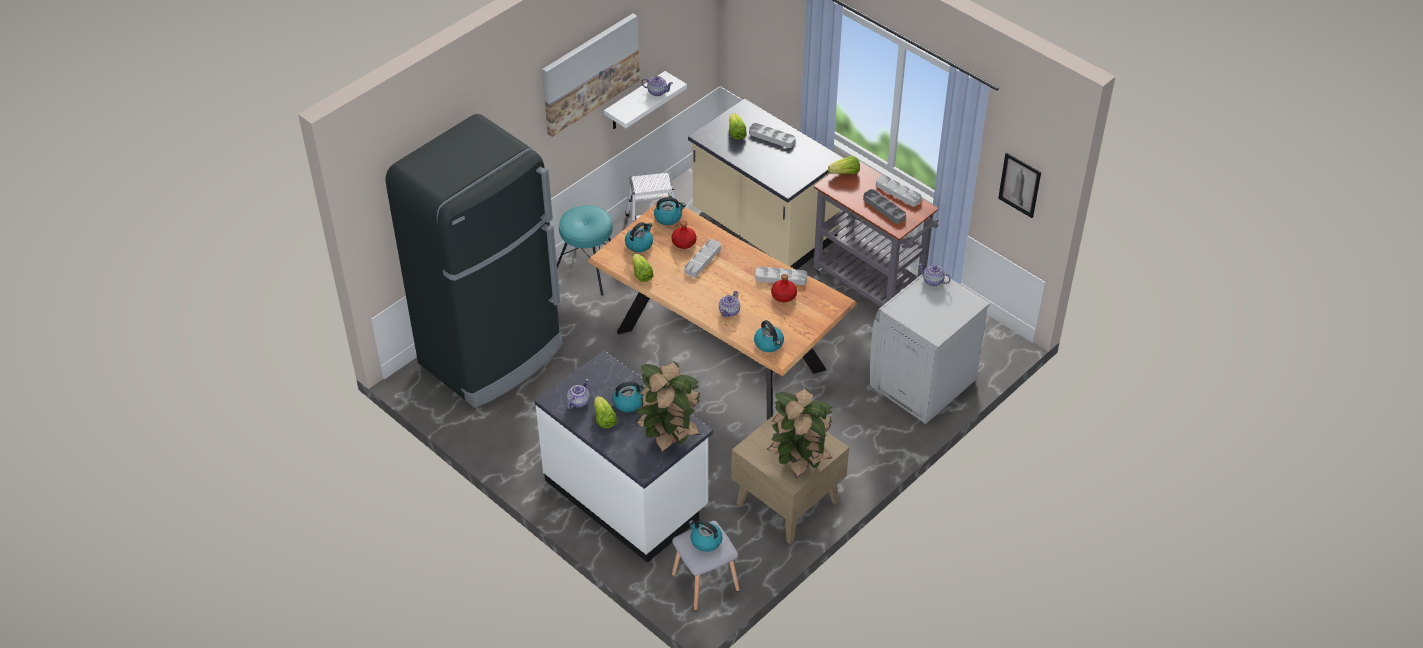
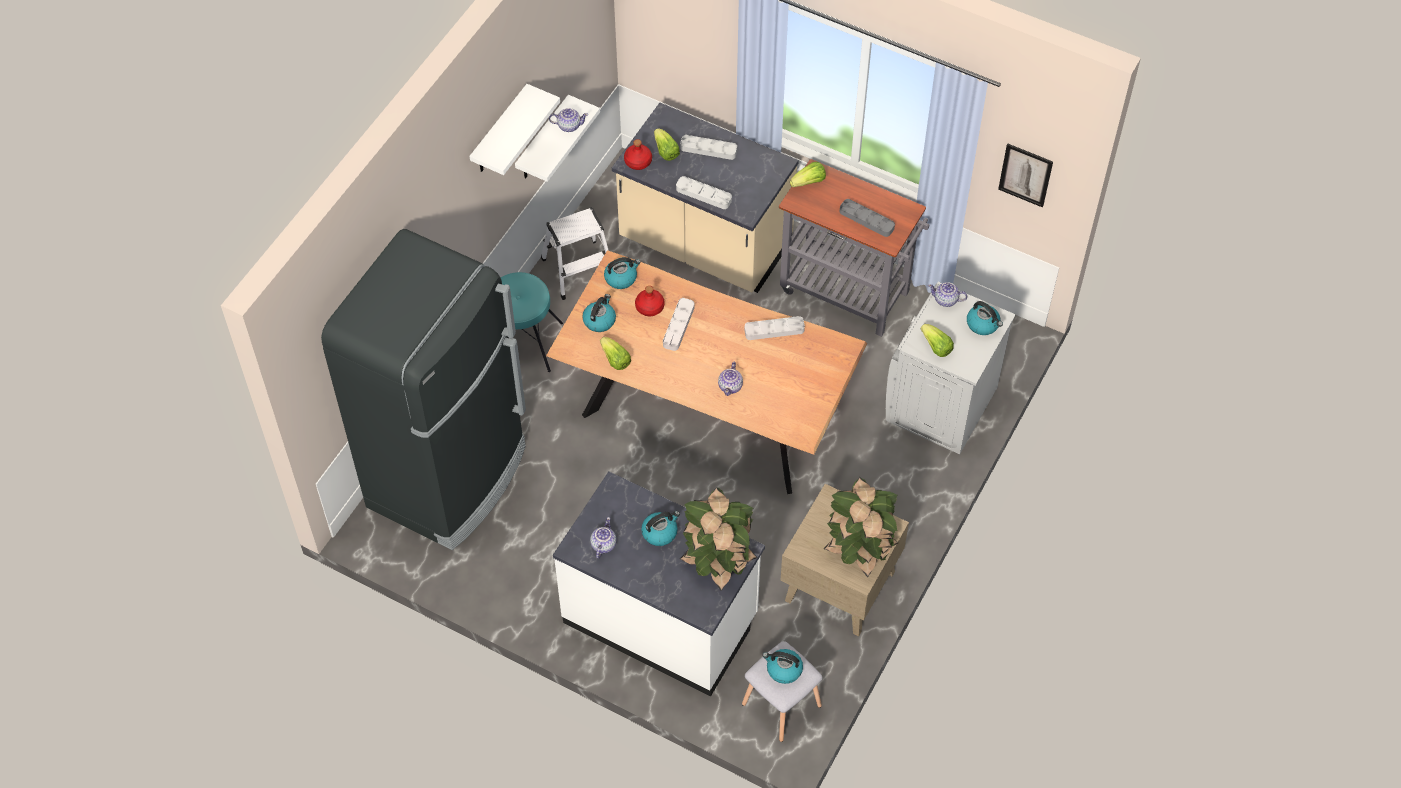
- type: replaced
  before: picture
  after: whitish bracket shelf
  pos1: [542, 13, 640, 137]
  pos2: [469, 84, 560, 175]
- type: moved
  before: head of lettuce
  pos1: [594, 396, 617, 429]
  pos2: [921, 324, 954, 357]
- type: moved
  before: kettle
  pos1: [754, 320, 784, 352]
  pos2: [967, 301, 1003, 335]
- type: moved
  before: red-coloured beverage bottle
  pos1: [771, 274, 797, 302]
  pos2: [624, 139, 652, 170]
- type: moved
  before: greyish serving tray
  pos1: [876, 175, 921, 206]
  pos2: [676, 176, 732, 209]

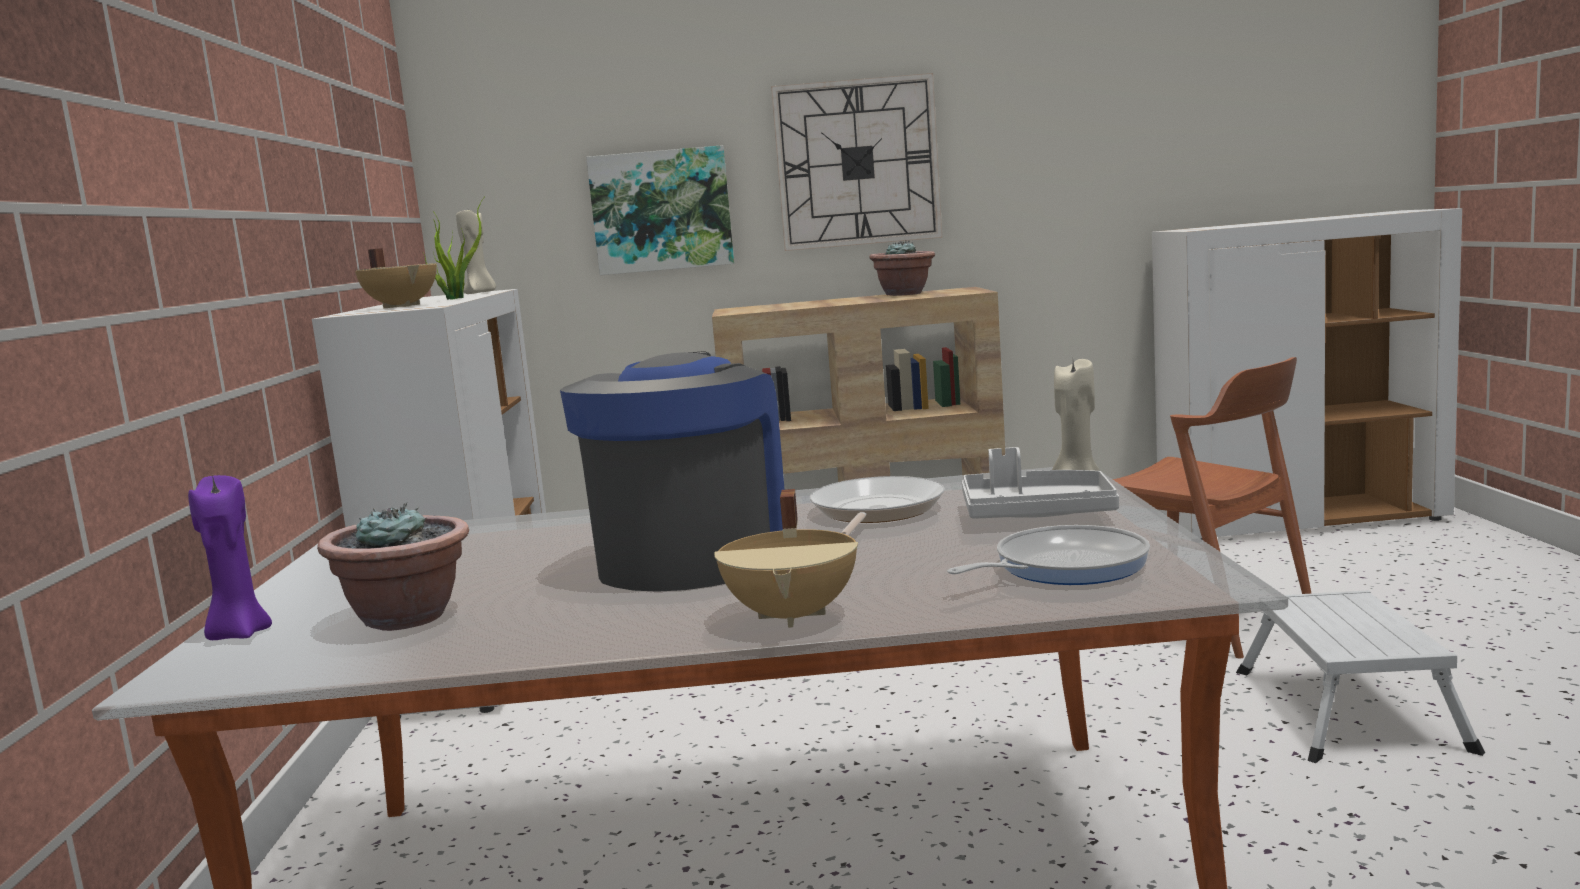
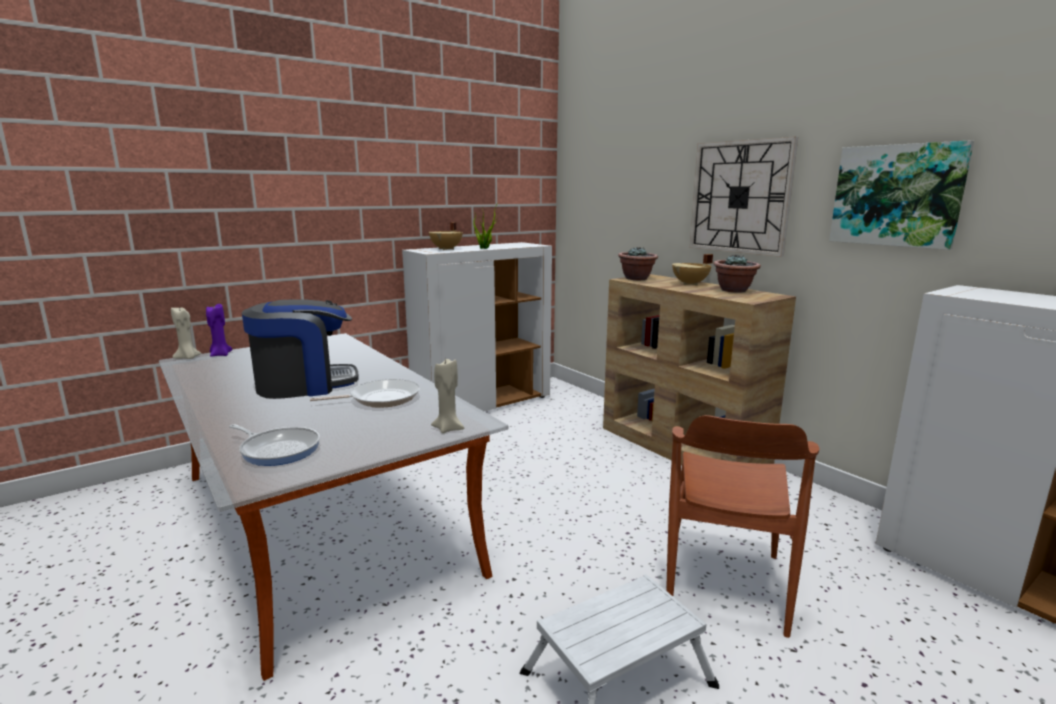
- type: moved
  before: potted plant
  pos1: [317, 502, 469, 631]
  pos2: [618, 247, 658, 280]
- type: moved
  before: beige candle
  pos1: [456, 210, 496, 294]
  pos2: [171, 306, 201, 359]
- type: moved
  before: picture
  pos1: [586, 145, 734, 275]
  pos2: [829, 140, 974, 250]
- type: moved
  before: beige stockpot
  pos1: [714, 489, 858, 628]
  pos2: [672, 254, 713, 285]
- type: removed
  before: greyish serving tray
  pos1: [962, 447, 1119, 519]

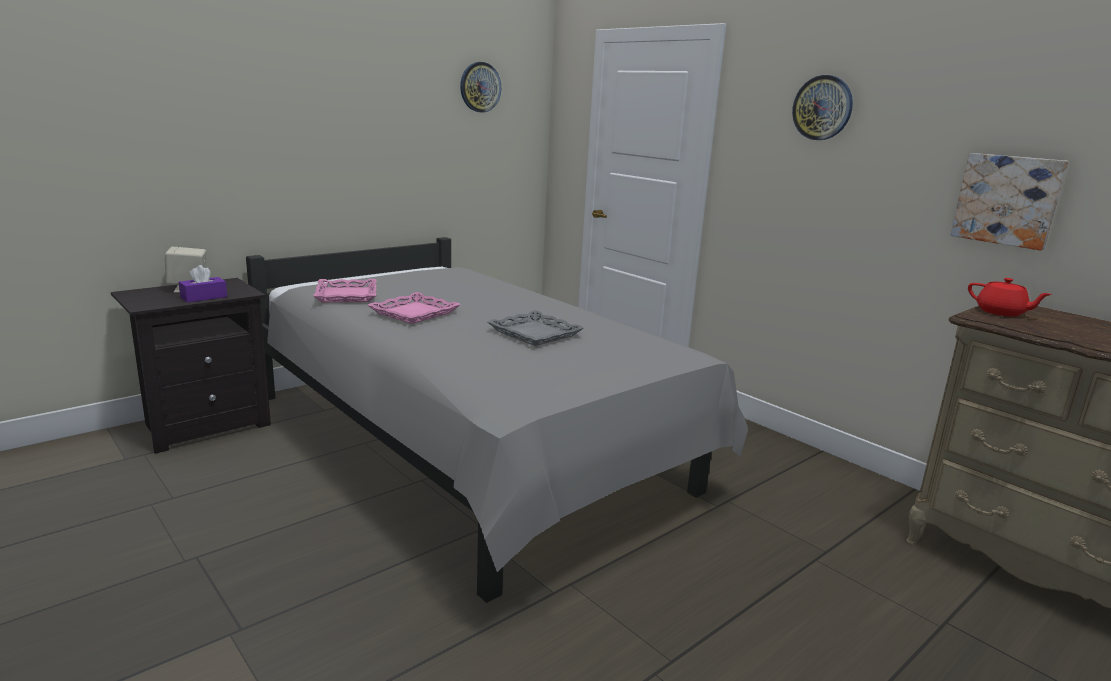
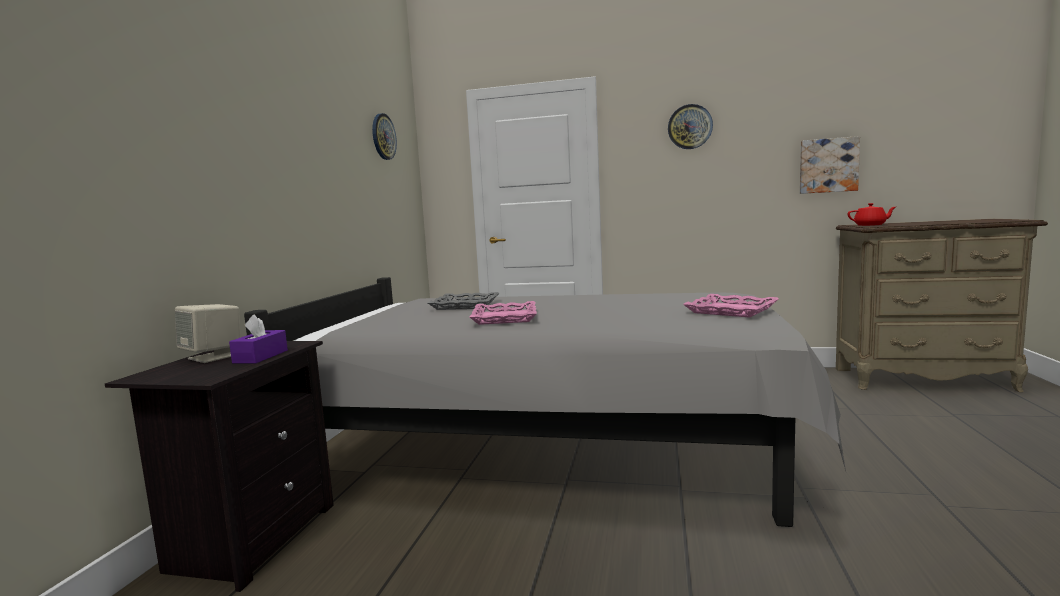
- type: moved
  before: pinkish serving tray
  pos1: [313, 279, 377, 303]
  pos2: [683, 294, 779, 318]
- type: moved
  before: greyish serving tray
  pos1: [487, 310, 584, 346]
  pos2: [428, 292, 499, 310]

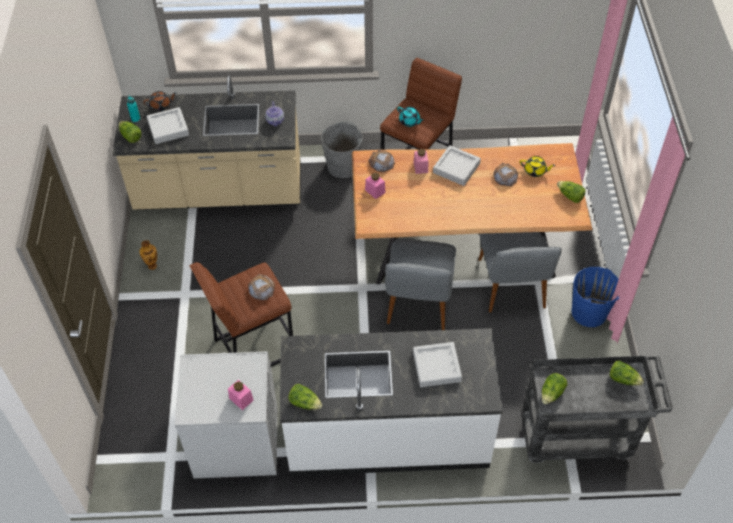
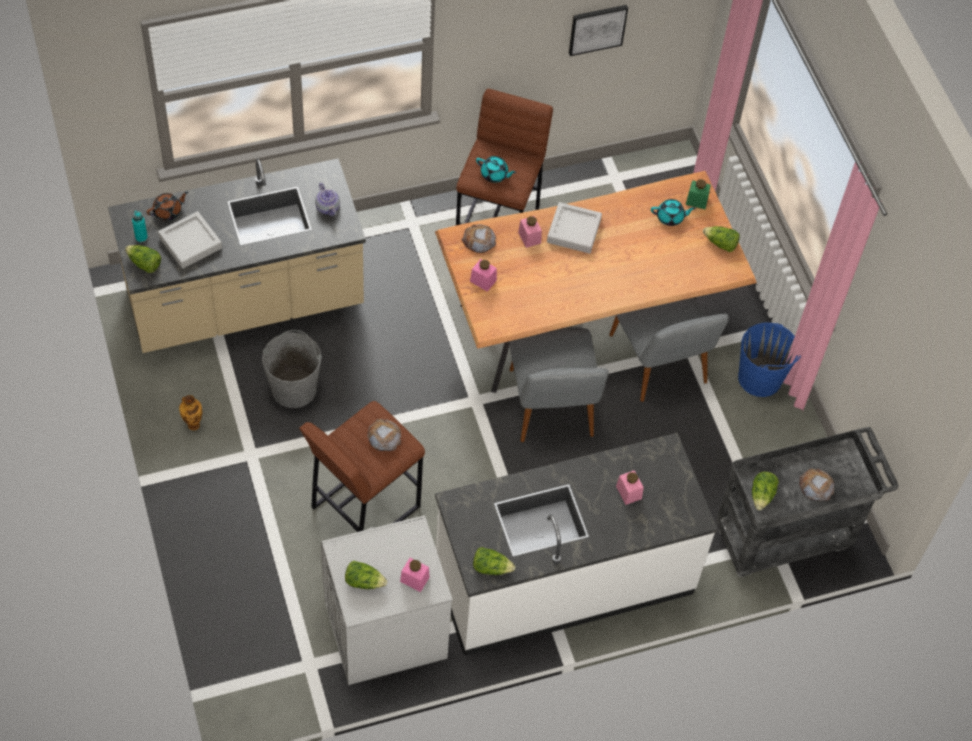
- type: moved
  before: greyish pail
  pos1: [321, 121, 363, 178]
  pos2: [262, 330, 322, 408]
- type: replaced
  before: greyish serving tray
  after: pinkish jar
  pos1: [413, 342, 462, 387]
  pos2: [616, 470, 644, 505]
- type: moved
  before: baked bread
  pos1: [493, 163, 518, 186]
  pos2: [799, 468, 834, 501]
- type: recoloured
  before: yellowish pot for tea
  after: blue-green pot for tea
  pos1: [520, 156, 556, 177]
  pos2: [651, 199, 696, 226]
- type: moved
  before: head of lettuce
  pos1: [609, 360, 644, 385]
  pos2: [345, 561, 387, 589]
- type: added
  after: picture
  pos2: [569, 5, 628, 56]
- type: added
  after: greenish jar
  pos2: [686, 179, 711, 209]

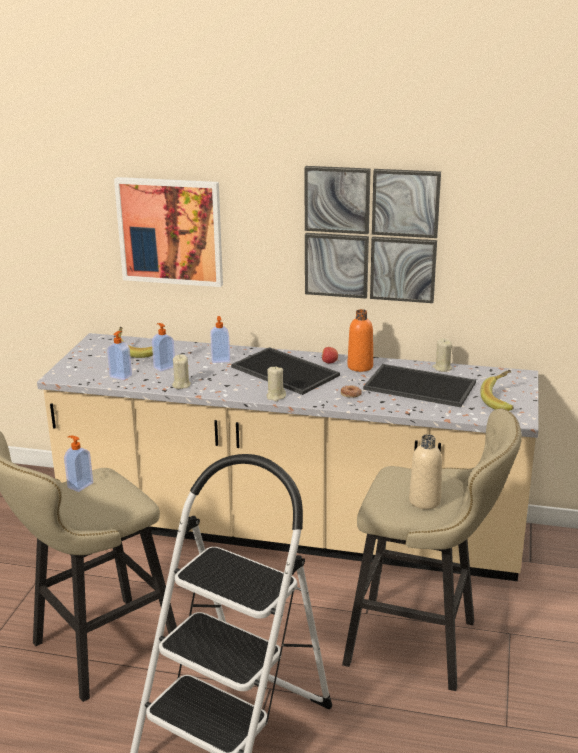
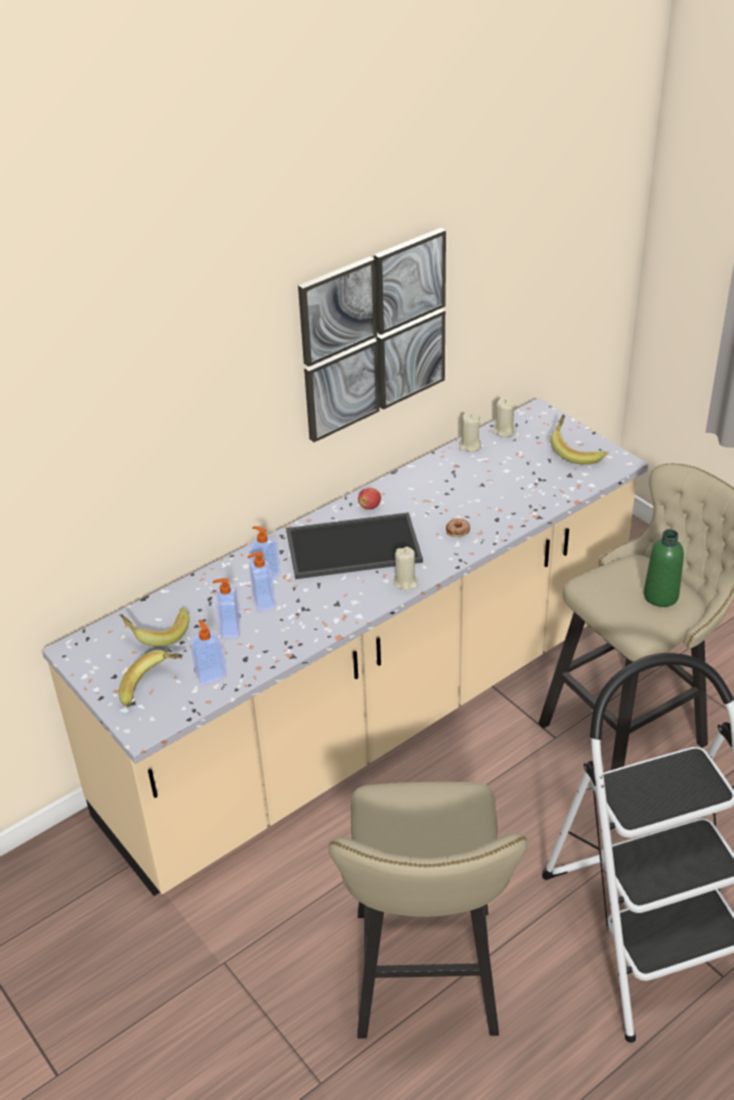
- type: moved
  before: liquid soap bottle
  pos1: [64, 436, 93, 492]
  pos2: [248, 552, 275, 612]
- type: removed
  before: picture
  pos1: [114, 177, 223, 287]
- type: moved
  before: beige candle
  pos1: [172, 354, 191, 389]
  pos2: [492, 398, 516, 437]
- type: removed
  before: orange beverage bottle
  pos1: [347, 309, 373, 372]
- type: removed
  before: serving tray
  pos1: [363, 364, 476, 407]
- type: recoloured
  before: beige beverage bottle
  after: greenish beverage bottle
  pos1: [409, 434, 442, 509]
  pos2: [644, 529, 684, 607]
- type: added
  after: banana fruit
  pos2: [119, 650, 183, 707]

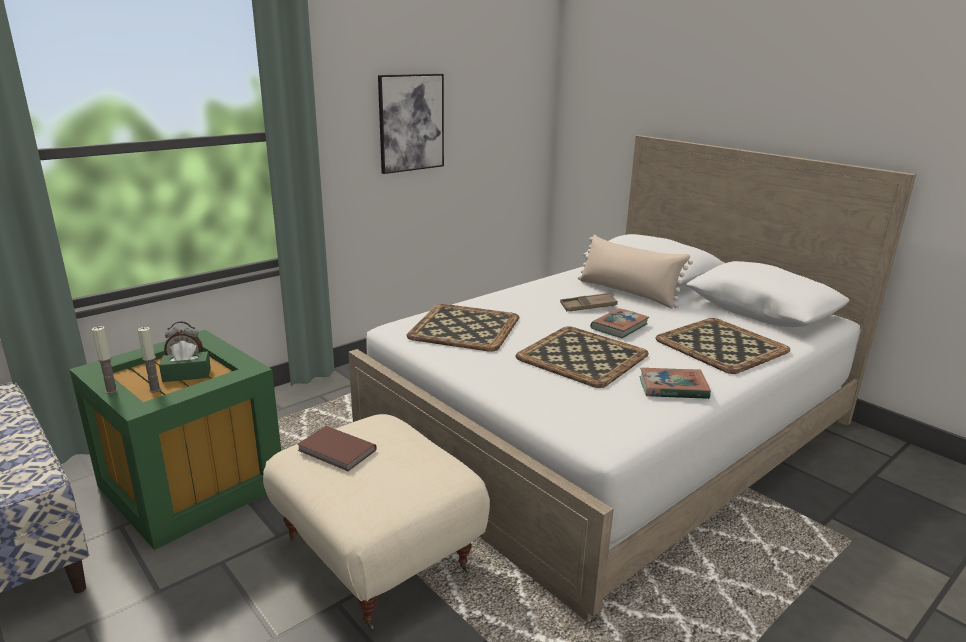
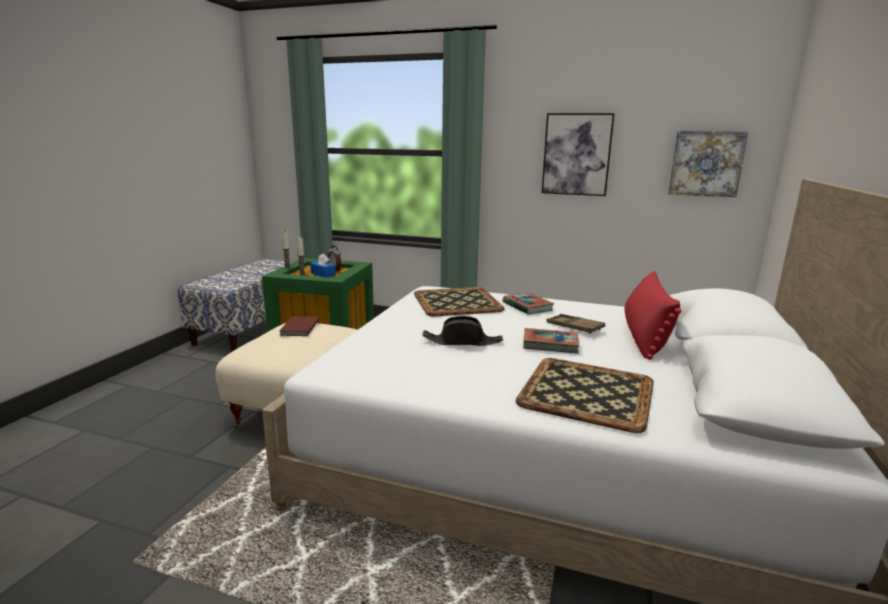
- type: recoloured
  before: greenish tissue holder
  after: bluish tissue holder
  pos1: [159, 341, 211, 382]
  pos2: [310, 254, 336, 277]
- type: replaced
  before: serving tray
  after: black-coloured clothing hat
  pos1: [516, 326, 649, 388]
  pos2: [422, 316, 503, 346]
- type: recoloured
  before: beige throw pillow
  after: red-coloured throw pillow
  pos1: [578, 235, 693, 308]
  pos2: [625, 271, 682, 360]
- type: moved
  before: book
  pos1: [639, 368, 711, 399]
  pos2: [503, 292, 554, 315]
- type: added
  after: picture
  pos2: [668, 131, 748, 197]

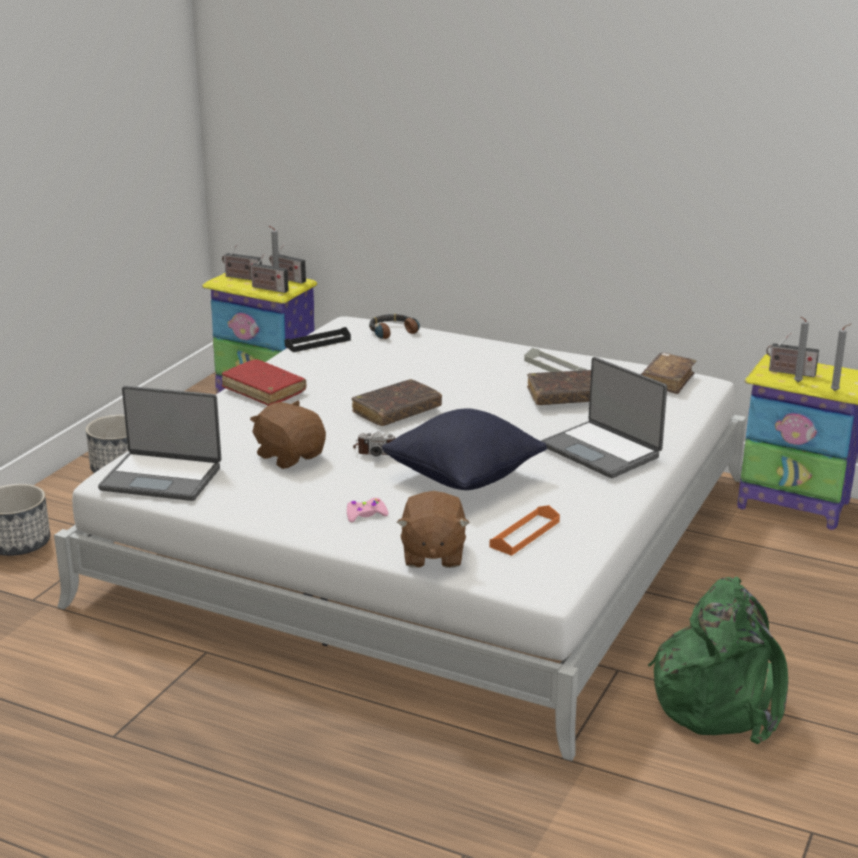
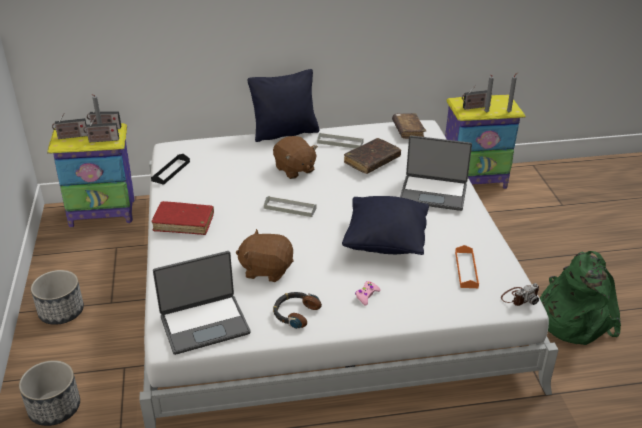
- type: replaced
  before: brown-coloured book
  after: greyish serving tray
  pos1: [351, 379, 442, 426]
  pos2: [264, 196, 317, 217]
- type: moved
  before: still camera
  pos1: [353, 432, 395, 457]
  pos2: [501, 283, 539, 306]
- type: moved
  before: headset
  pos1: [369, 314, 420, 339]
  pos2: [273, 292, 322, 329]
- type: moved
  before: brown-coloured soft toy
  pos1: [397, 491, 469, 568]
  pos2: [273, 136, 318, 179]
- type: added
  after: black-coloured throw pillow
  pos2: [248, 69, 319, 142]

